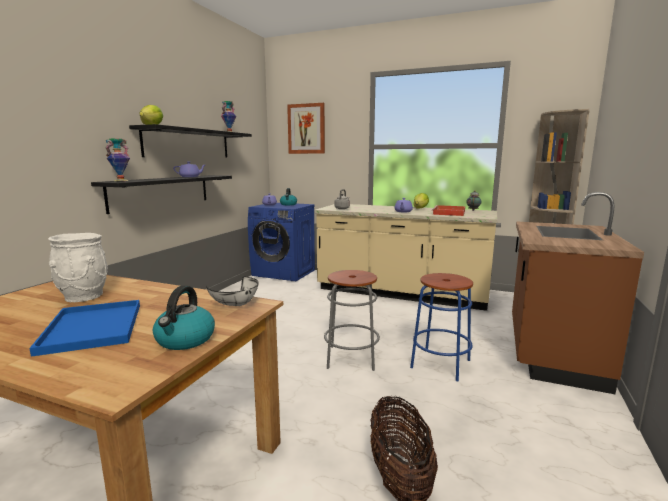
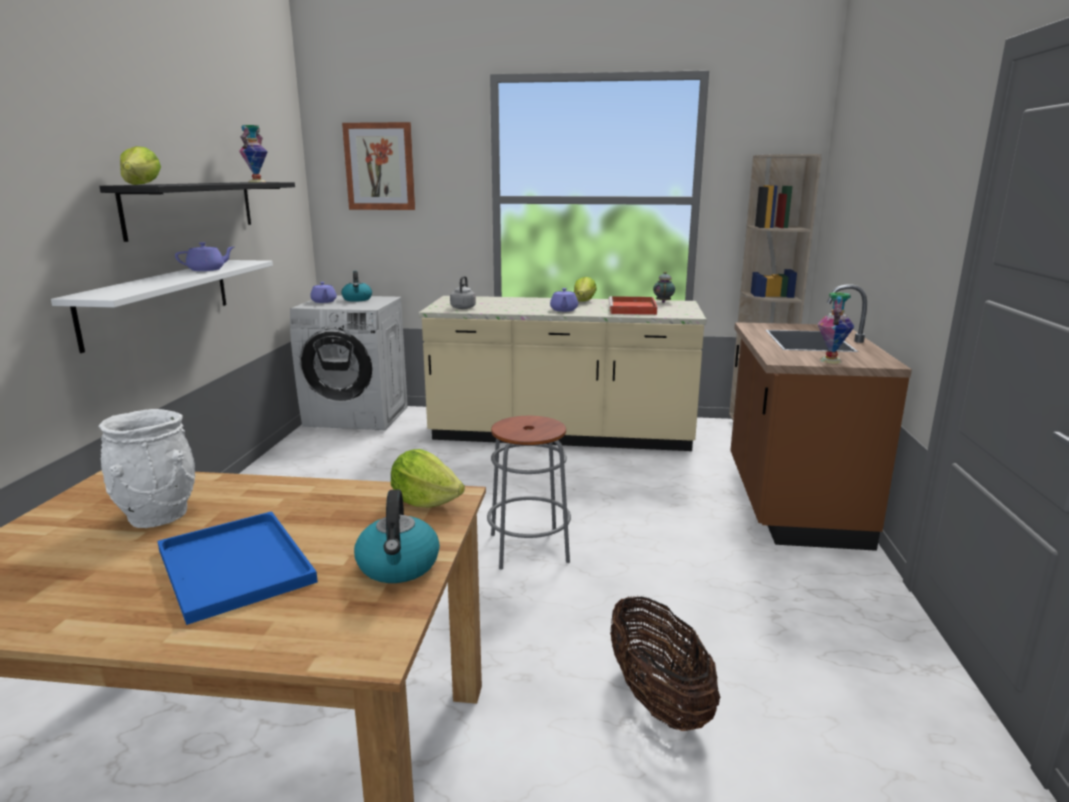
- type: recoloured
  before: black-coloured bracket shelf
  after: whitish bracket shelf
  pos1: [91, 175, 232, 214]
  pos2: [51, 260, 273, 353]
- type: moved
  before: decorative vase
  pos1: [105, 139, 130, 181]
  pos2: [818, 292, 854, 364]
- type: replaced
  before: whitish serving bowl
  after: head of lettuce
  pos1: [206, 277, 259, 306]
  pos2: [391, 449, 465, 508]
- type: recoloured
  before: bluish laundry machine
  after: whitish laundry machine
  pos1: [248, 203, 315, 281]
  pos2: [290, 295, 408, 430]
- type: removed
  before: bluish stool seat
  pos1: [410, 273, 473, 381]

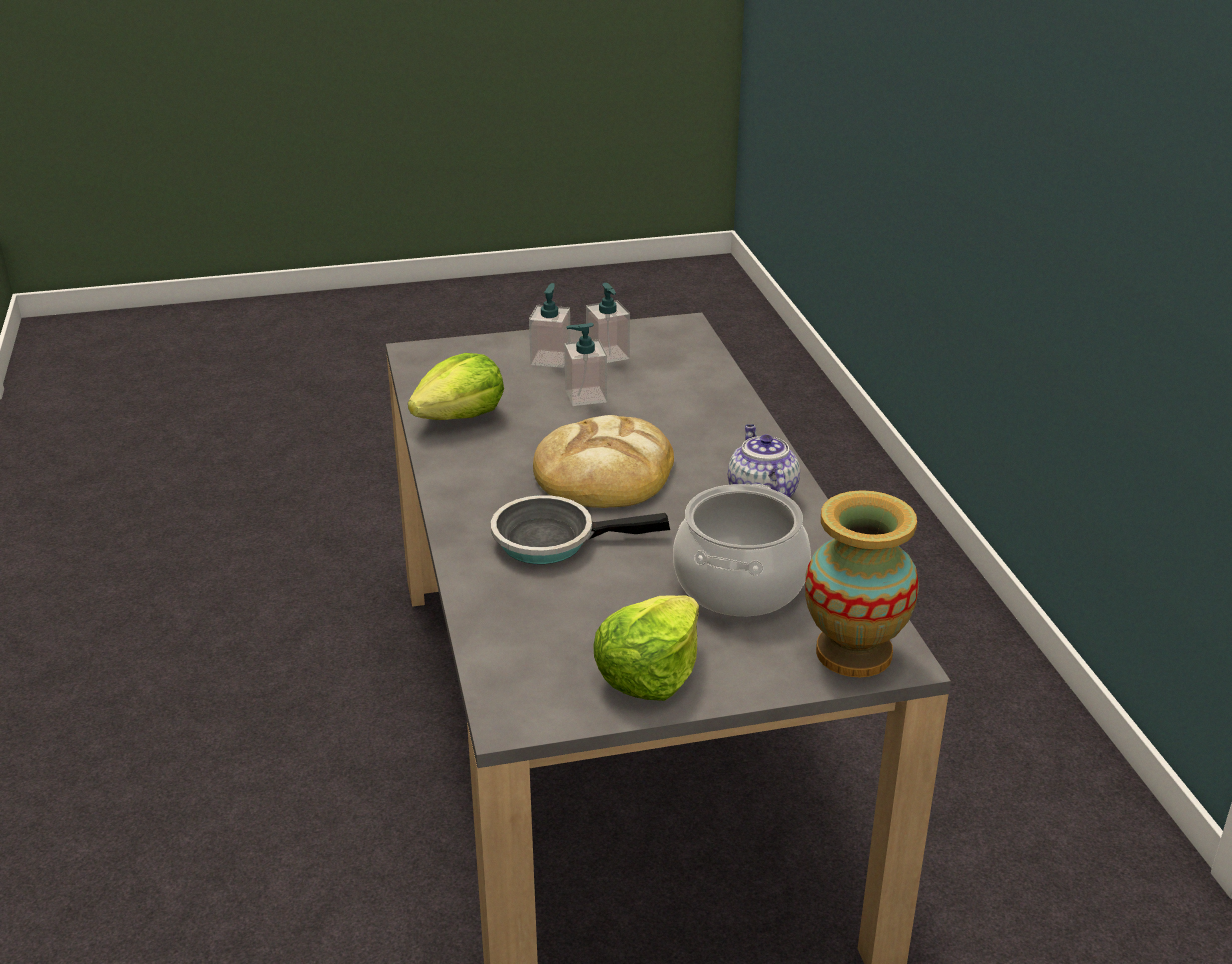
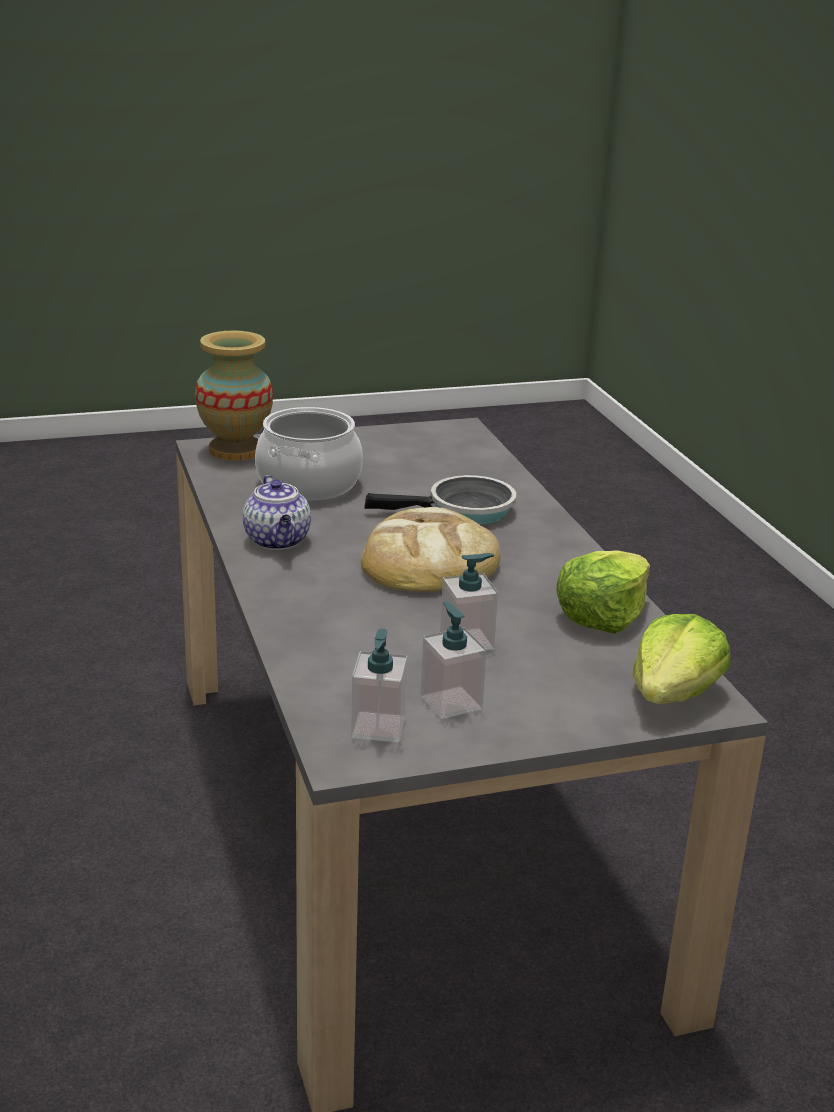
- type: moved
  before: liquid soap bottle
  pos1: [529, 283, 571, 368]
  pos2: [351, 628, 408, 742]
- type: moved
  before: head of lettuce
  pos1: [593, 595, 699, 701]
  pos2: [633, 614, 731, 704]

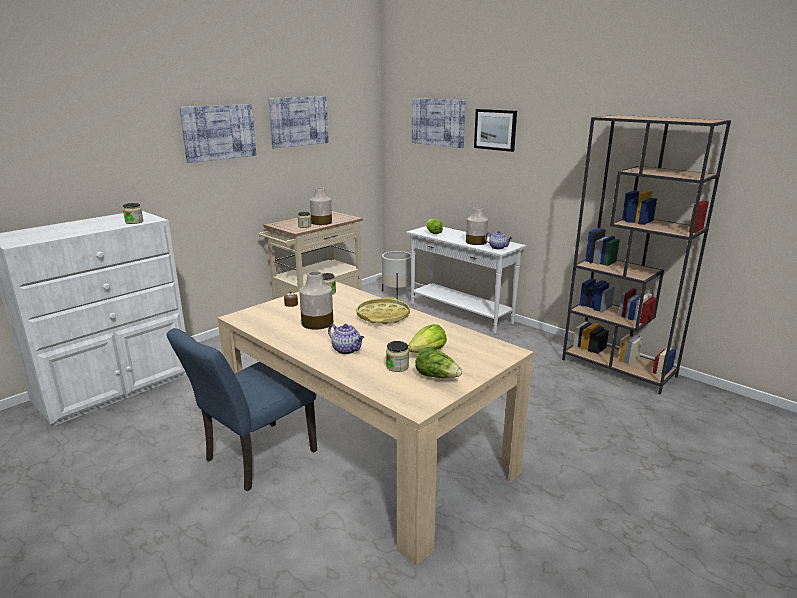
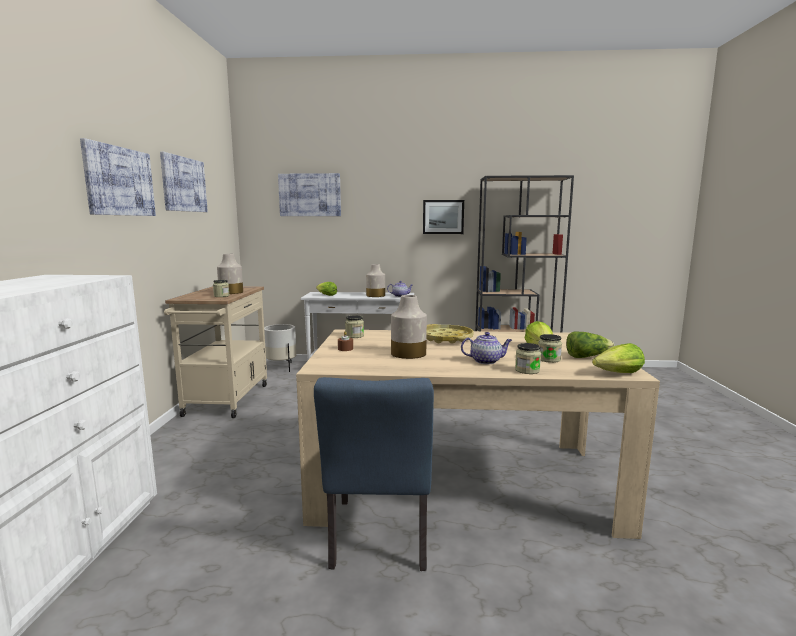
- type: moved
  before: jar
  pos1: [123, 203, 144, 224]
  pos2: [515, 343, 541, 374]
- type: moved
  before: picture
  pos1: [474, 109, 517, 152]
  pos2: [423, 200, 464, 234]
- type: added
  after: head of lettuce
  pos2: [592, 343, 645, 373]

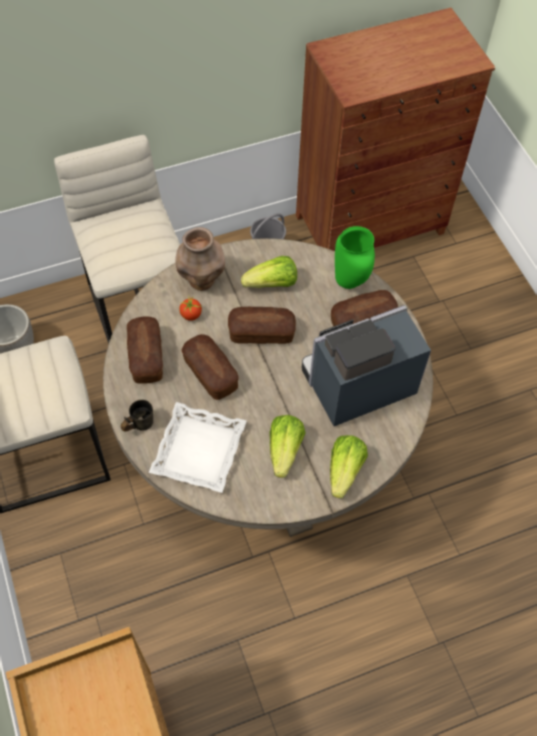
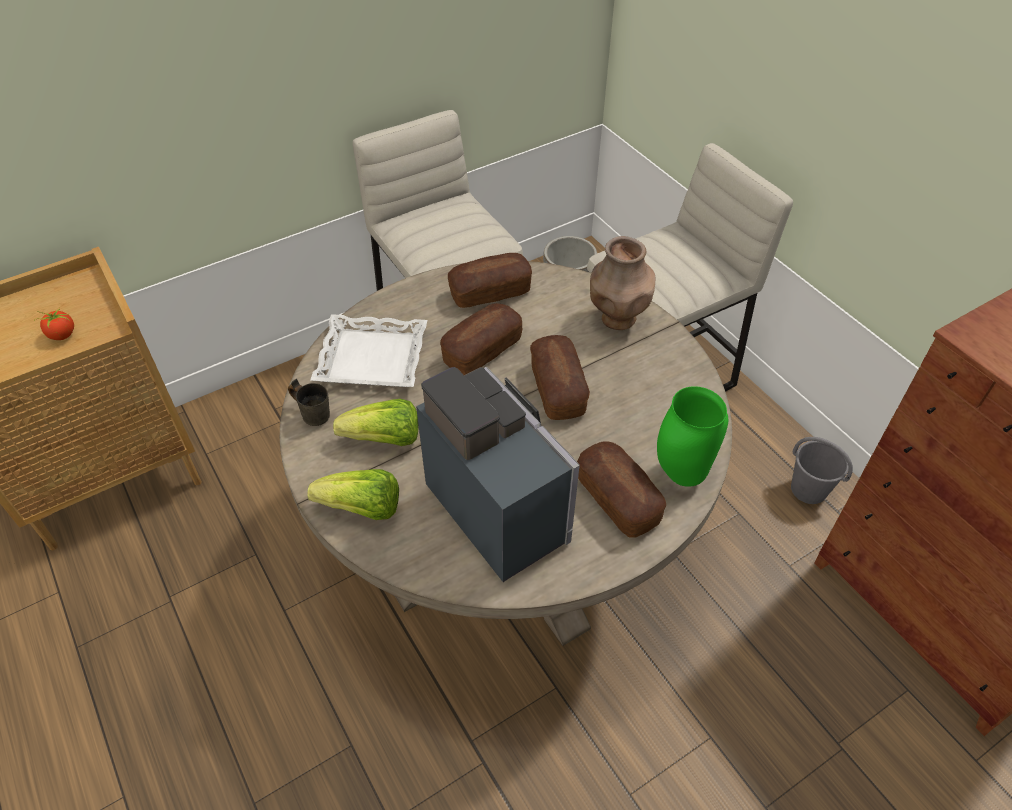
- type: moved
  before: greyish tea mug
  pos1: [121, 400, 153, 432]
  pos2: [288, 379, 330, 426]
- type: moved
  before: tomato
  pos1: [179, 297, 202, 321]
  pos2: [34, 307, 74, 340]
- type: removed
  before: head of lettuce
  pos1: [241, 256, 297, 288]

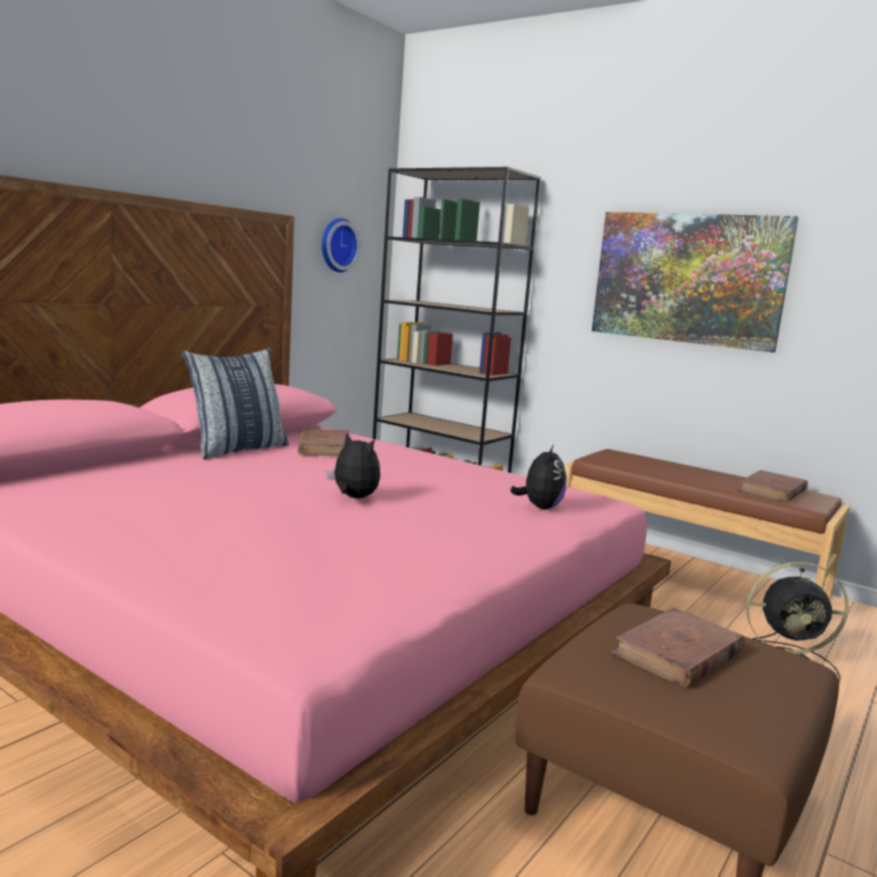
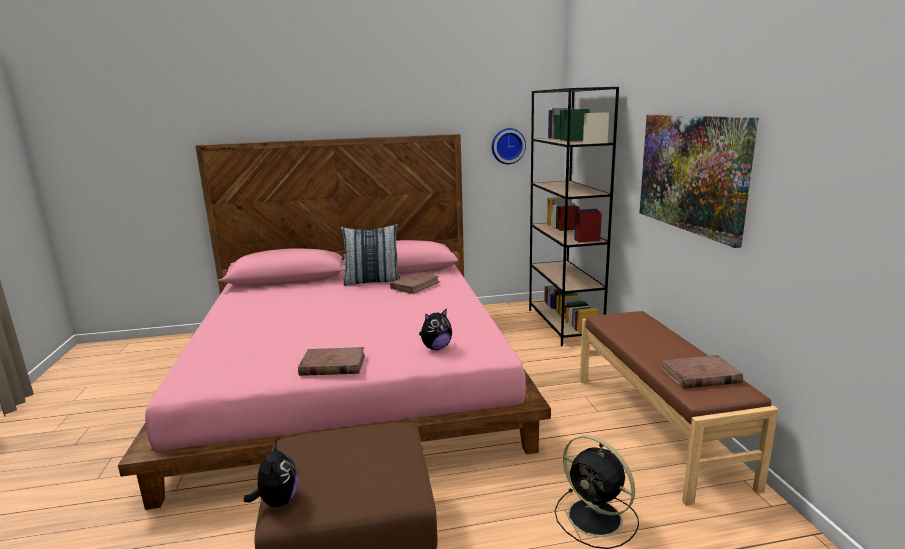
- type: moved
  before: soft toy
  pos1: [326, 433, 380, 498]
  pos2: [244, 441, 298, 507]
- type: moved
  before: brown-coloured book
  pos1: [611, 608, 745, 688]
  pos2: [298, 347, 365, 376]

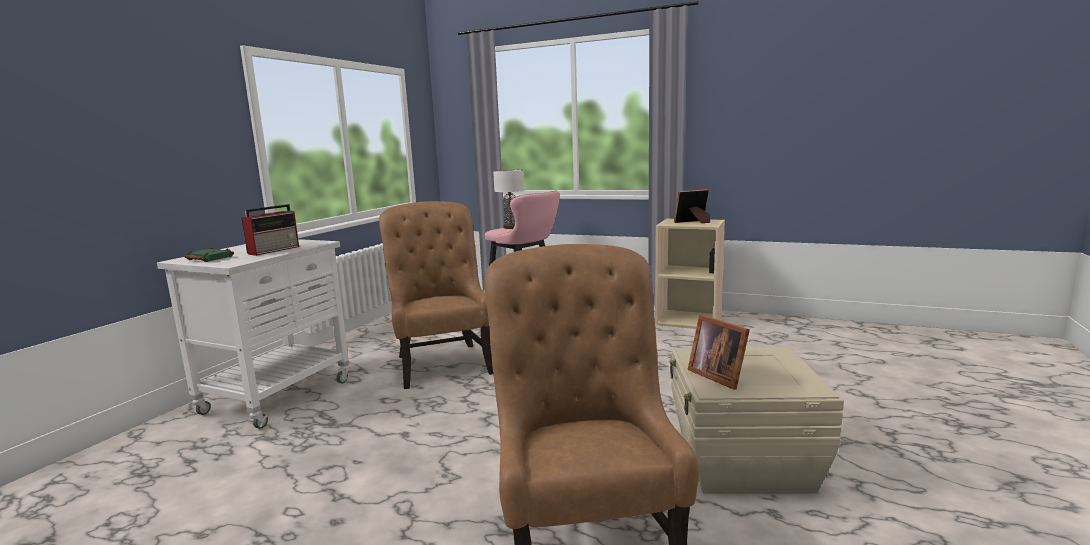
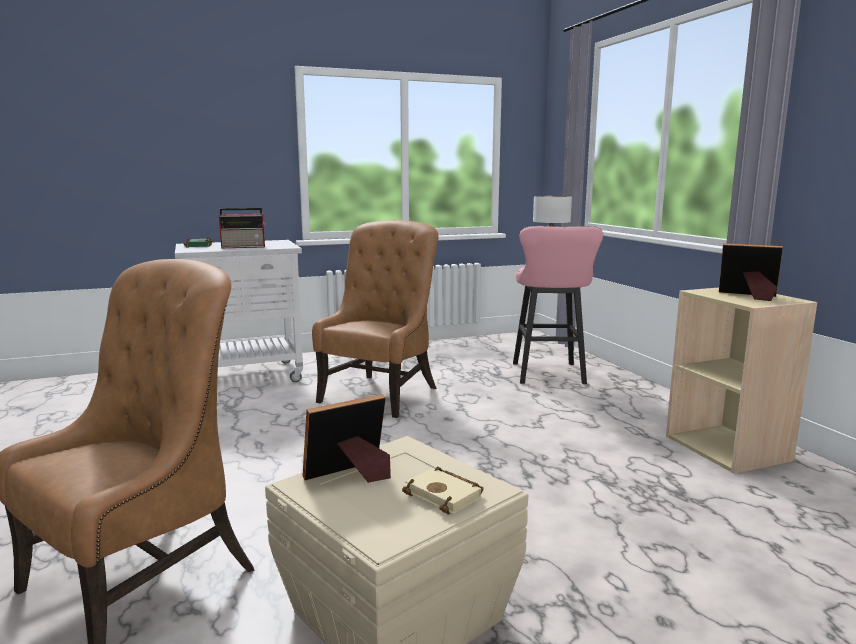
- type: turned
  before: photo frame
  pos1: [688, 314, 750, 389]
  pos2: [302, 394, 391, 483]
  turn: 45
- type: added
  after: beige book
  pos2: [402, 467, 484, 515]

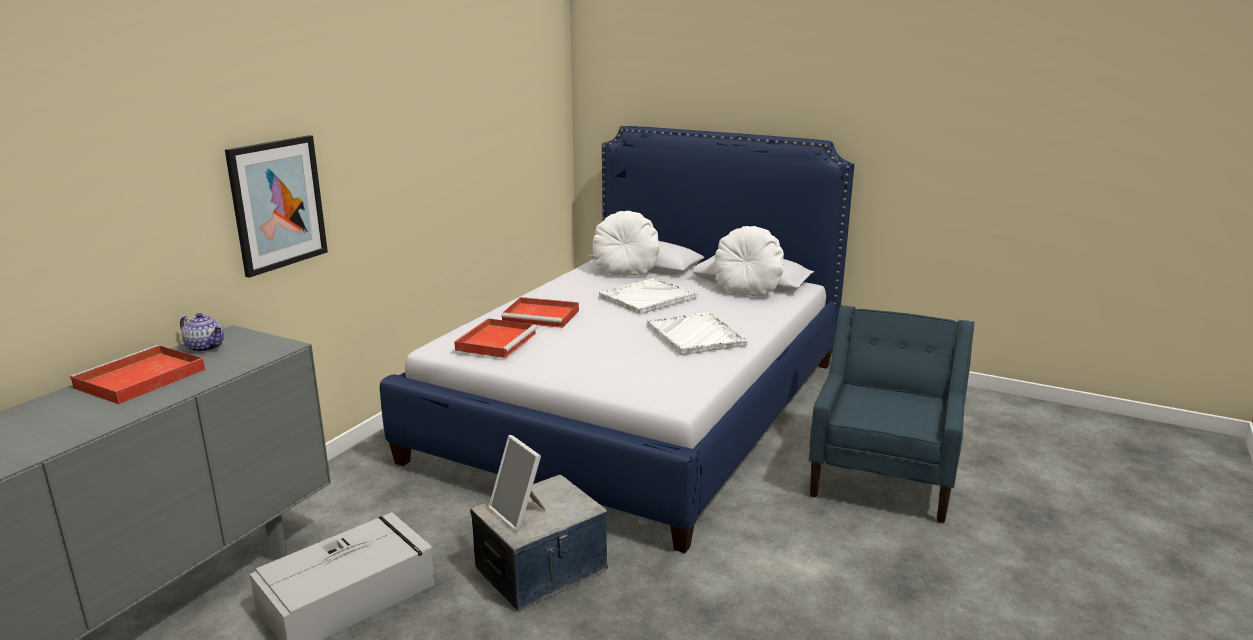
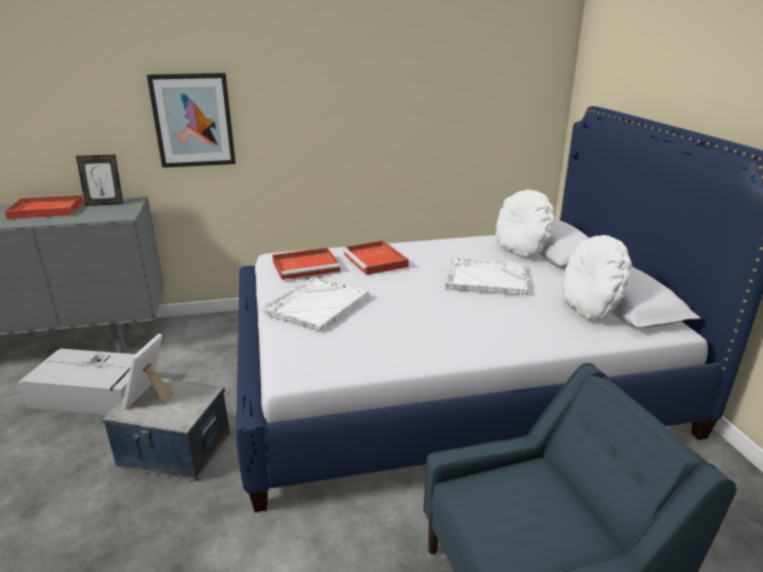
- type: replaced
  before: pot for tea
  after: photo frame
  pos1: [180, 313, 224, 353]
  pos2: [76, 155, 124, 206]
- type: moved
  before: whitish serving tray
  pos1: [647, 312, 748, 355]
  pos2: [262, 277, 369, 332]

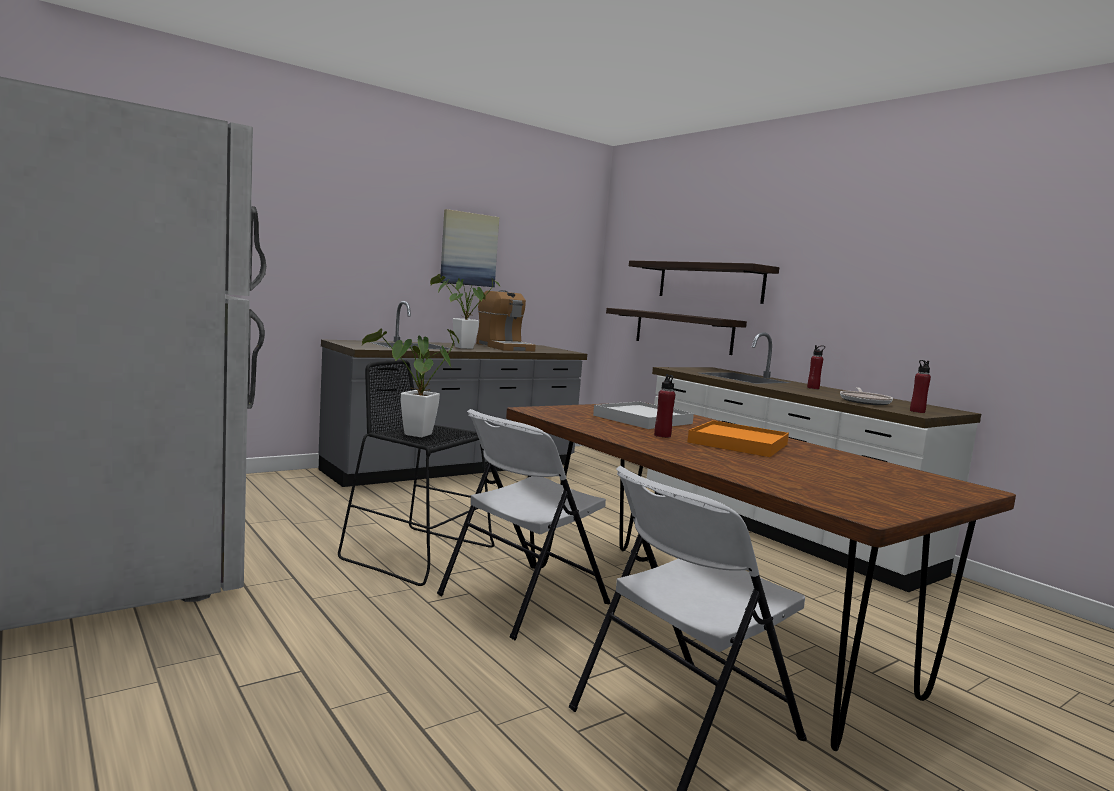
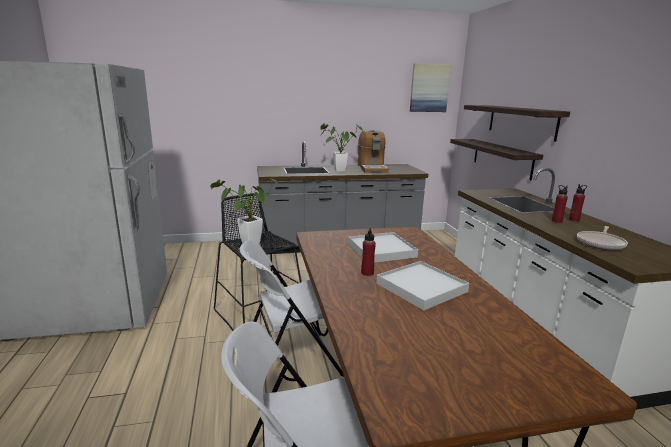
- type: moved
  before: picture
  pos1: [440, 209, 499, 287]
  pos2: [410, 63, 451, 112]
- type: recoloured
  before: orange serving tray
  after: whitish serving tray
  pos1: [687, 420, 789, 457]
  pos2: [376, 261, 469, 310]
- type: moved
  before: red-coloured beverage bottle
  pos1: [910, 360, 931, 413]
  pos2: [552, 185, 568, 223]

